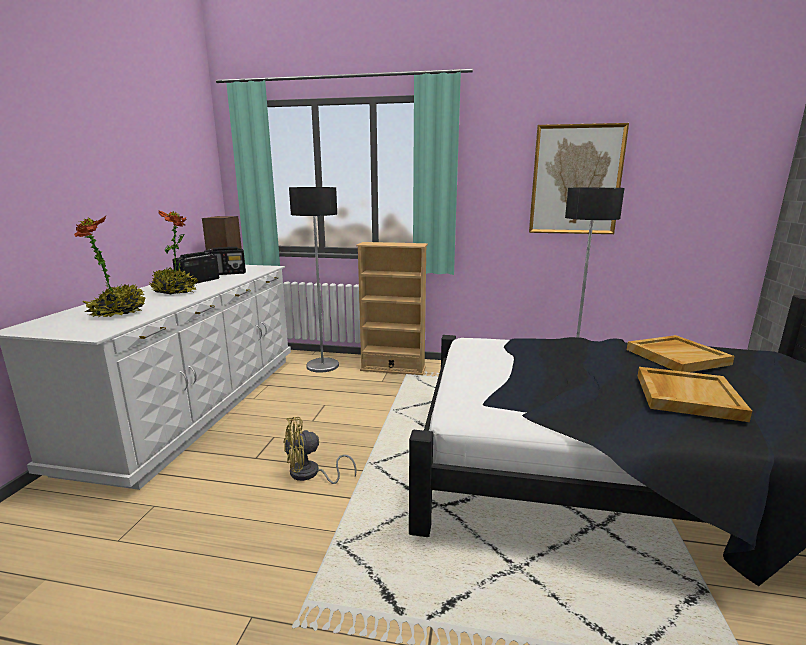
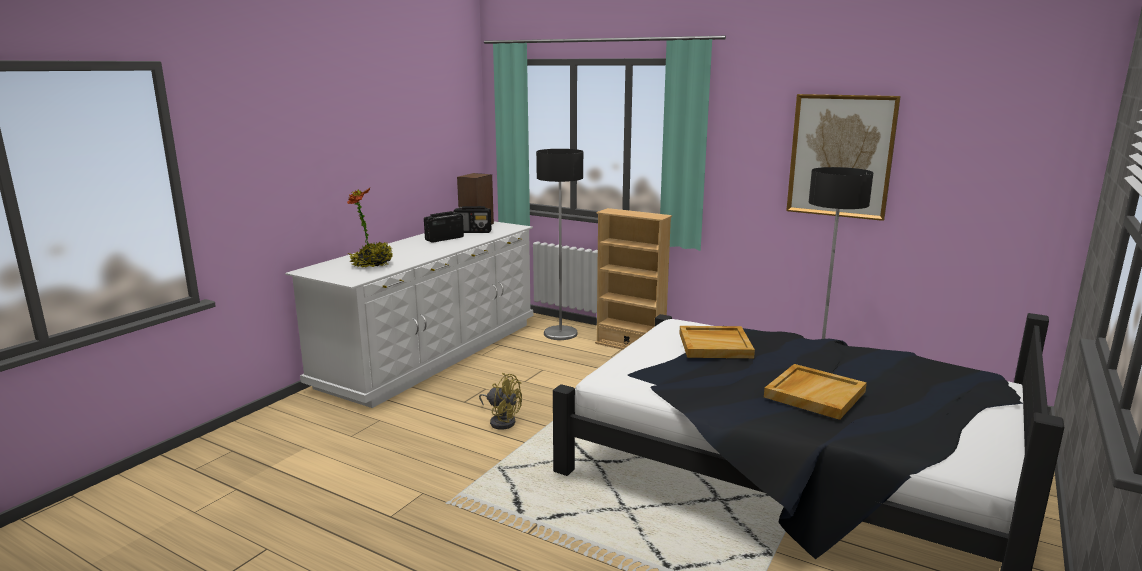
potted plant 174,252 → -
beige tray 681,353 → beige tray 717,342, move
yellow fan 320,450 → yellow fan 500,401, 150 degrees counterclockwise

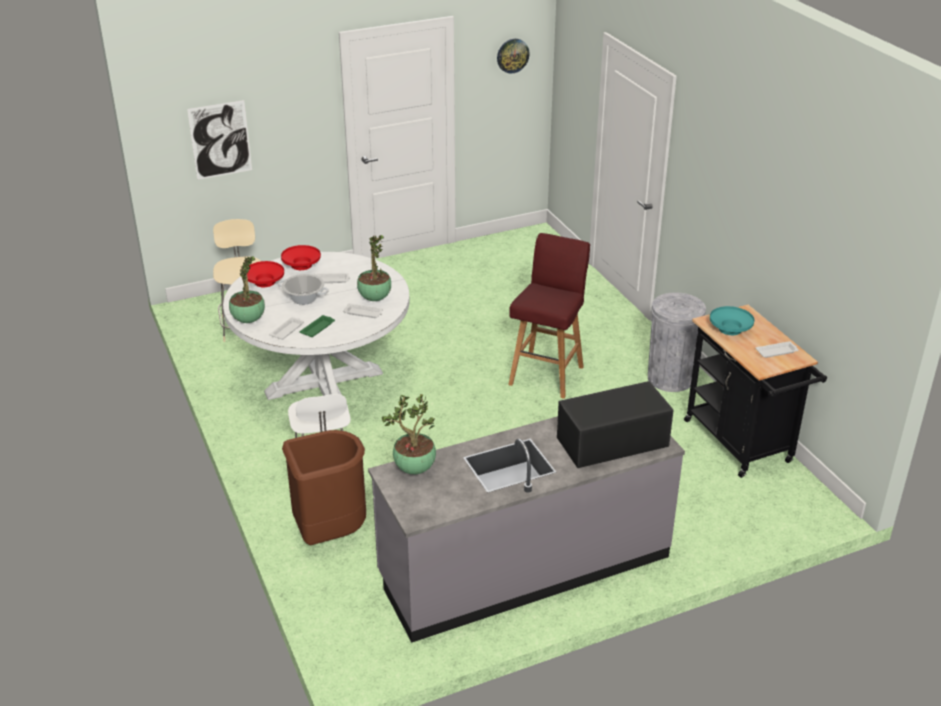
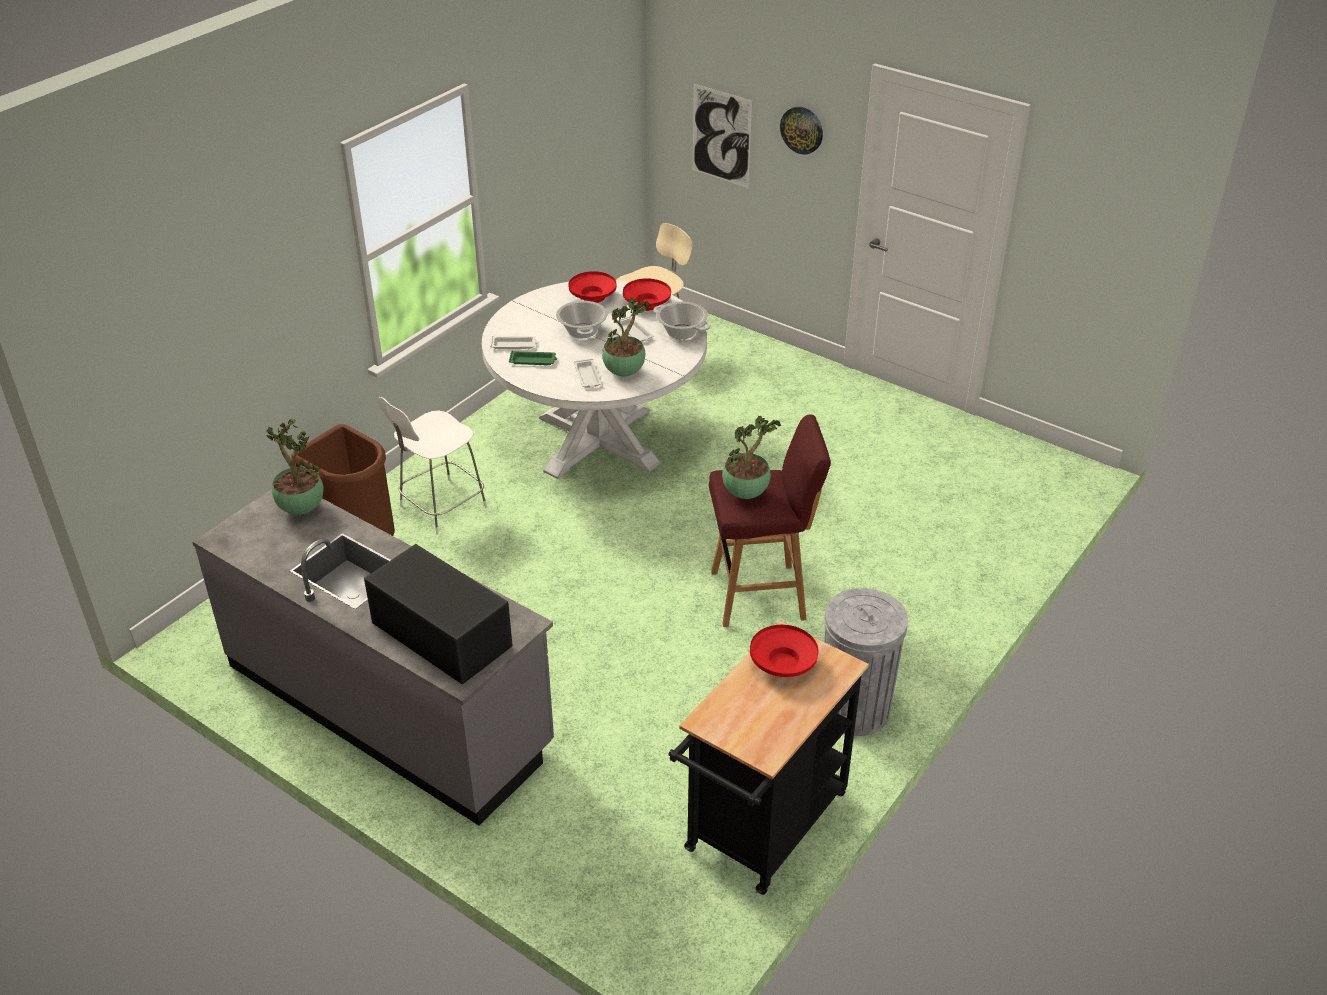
white tray 777,349 → -
- → cooking pot 682,320
potted plant 247,289 → potted plant 751,457, move
wall clock 513,56 → wall clock 801,130, move
turquoise bowl 732,320 → red bowl 784,651

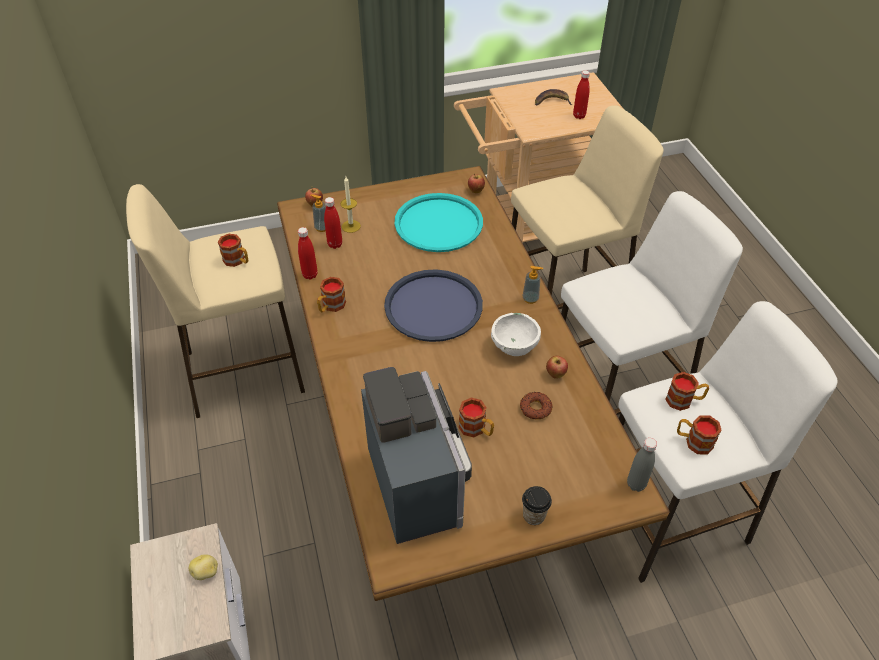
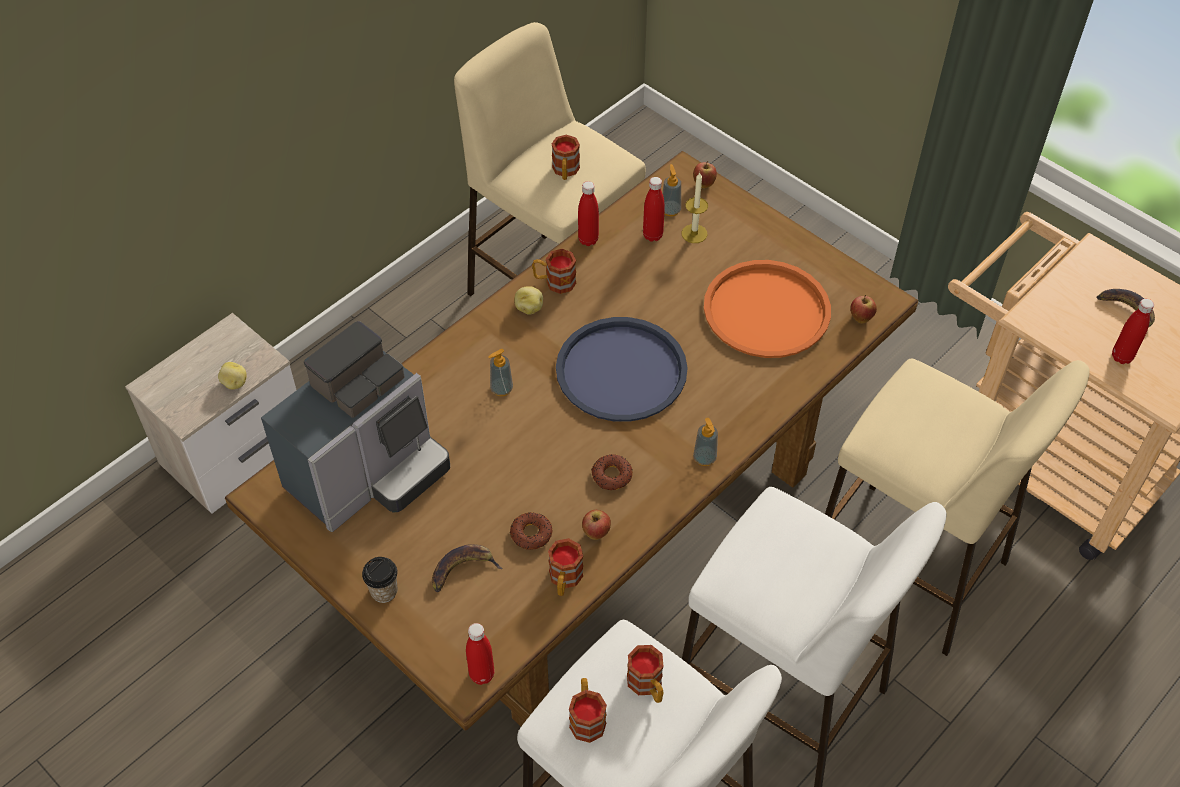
- → banana 467,568
- → soap dispenser 500,372
- → potato 528,301
mug 476,418 → mug 565,567, move
white bowl 516,334 → donut 612,472
turquoise tray 438,222 → orange tray 767,309
grey bottle 642,465 → red bottle 480,654

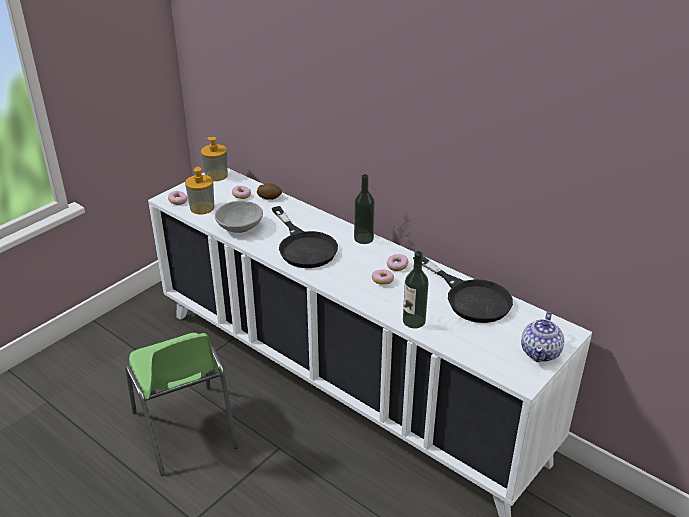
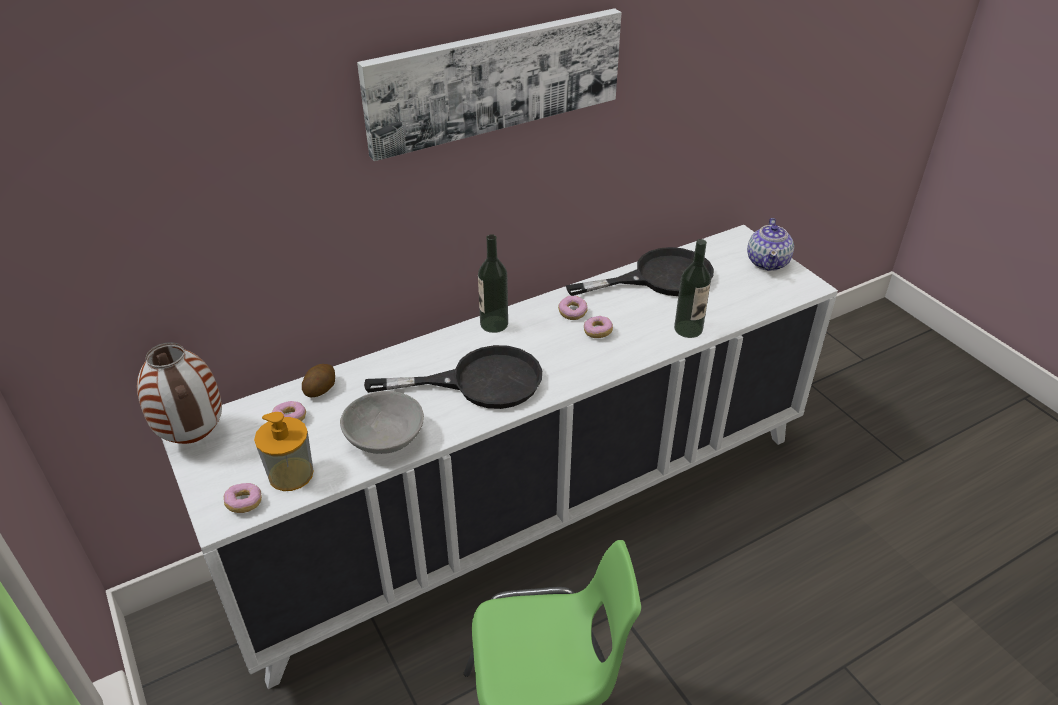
- → picture 489,84
soap dispenser 214,159 → vase 179,393
teapot 542,337 → teapot 770,244, 60 degrees clockwise

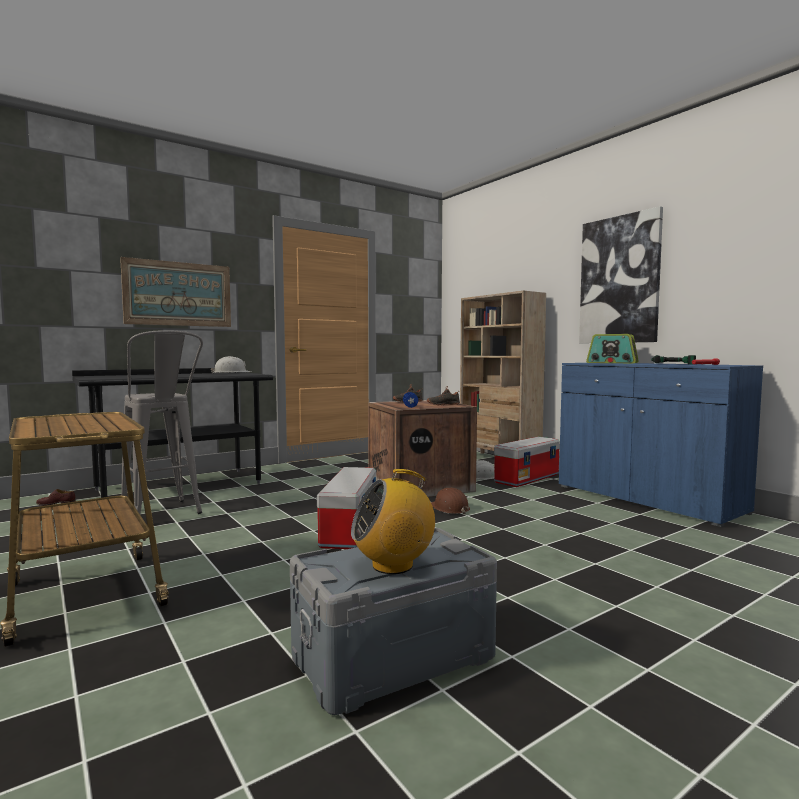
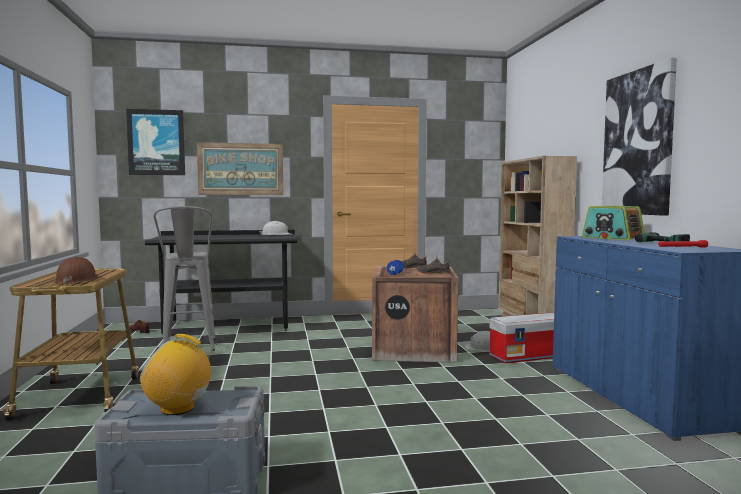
storage box 346,508 → -
- → picture 155,142
brown hard hat 450,501 → brown hard hat 76,271, move

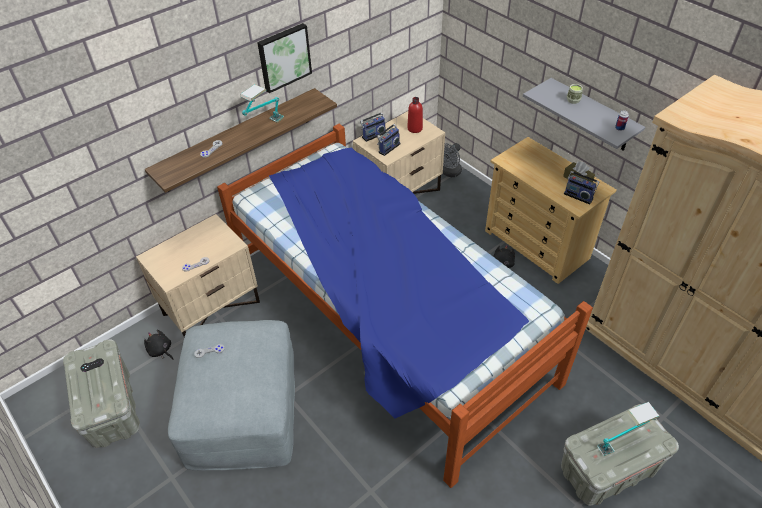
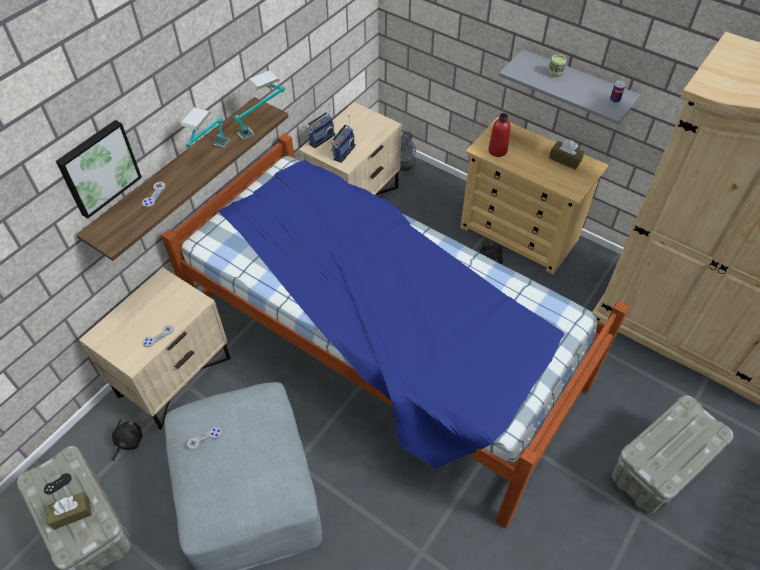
radio 581,187 → -
- → brown tissue box 68,511
picture 284,58 → picture 99,169, move
red bottle 415,115 → red bottle 499,135, move
table lamp 628,429 → table lamp 259,105, move
black plush toy 159,344 → black plush toy 127,440, 90 degrees clockwise

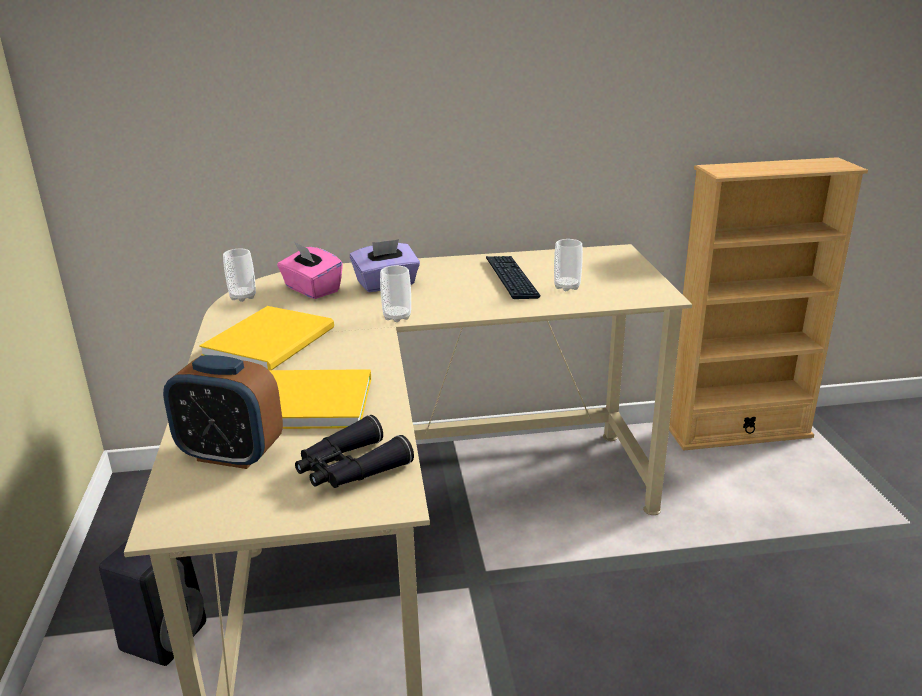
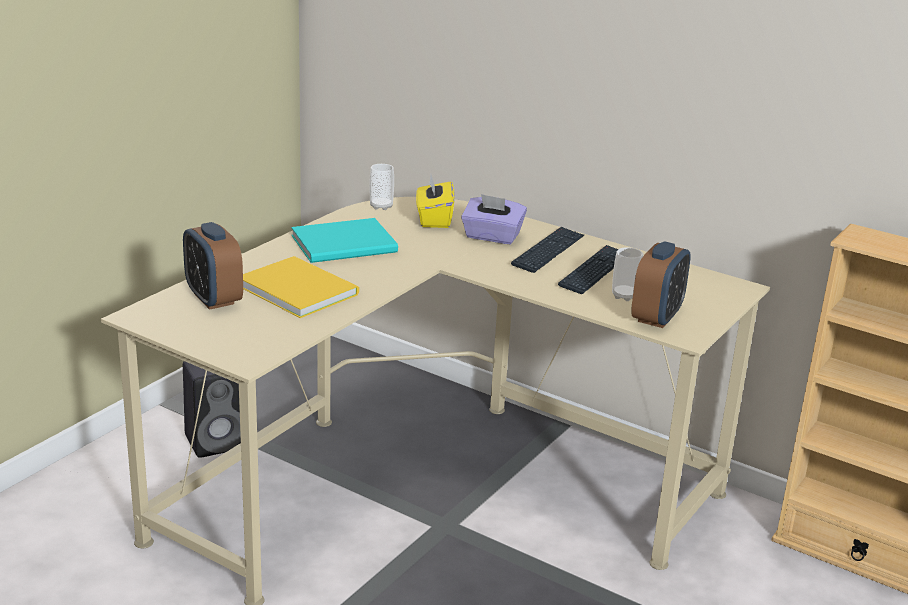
black binoculars 354,451 → -
cup 395,294 → -
- → keyboard 547,250
- → alarm clock 661,284
yellow book 266,338 → turquoise book 344,240
pink tissue box 310,270 → yellow tissue box 435,201

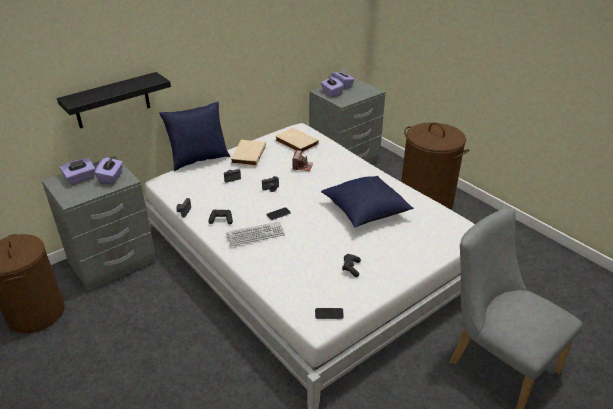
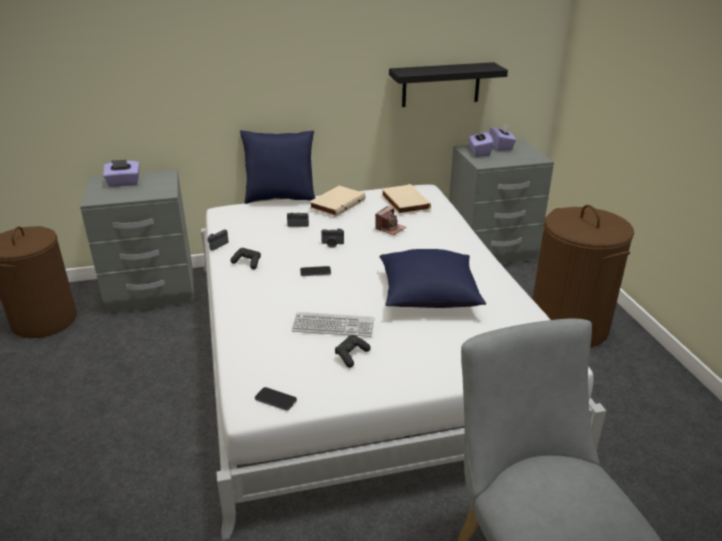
purple tissue box 109,170 → -
black shelf 114,100 → black shelf 448,84, move
keyboard 255,233 → keyboard 333,324, move

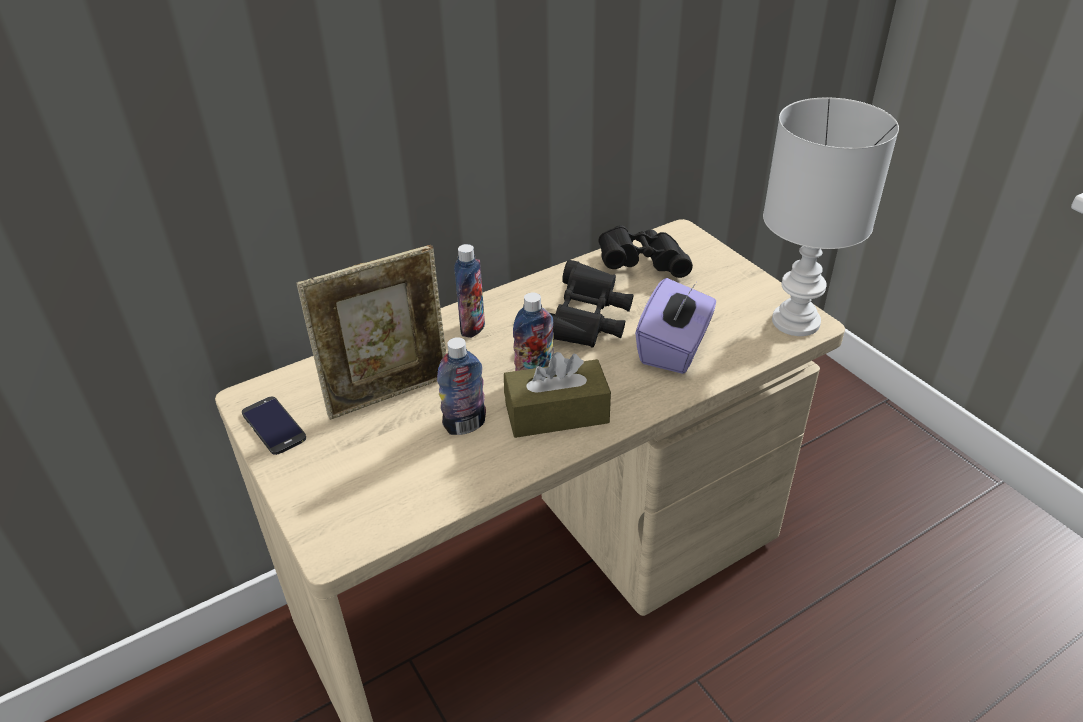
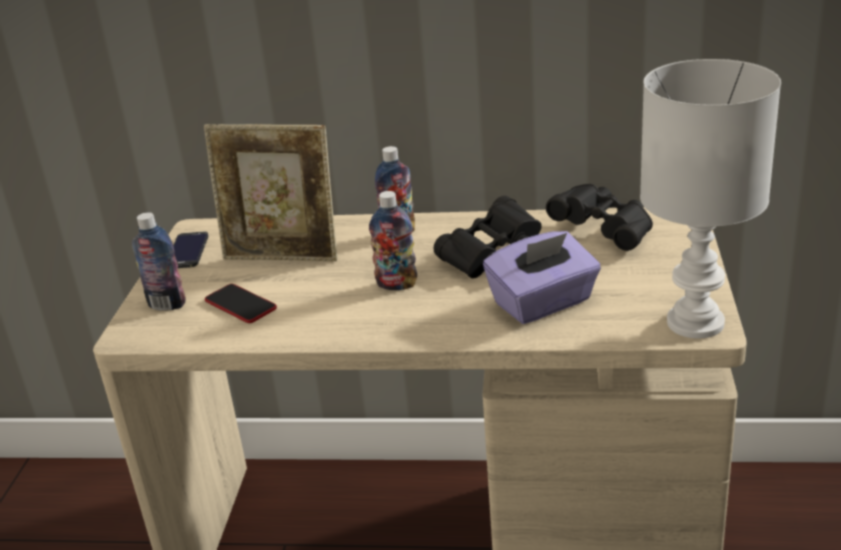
brown tissue box 557,395 → -
- → phone 241,303
bottle 461,386 → bottle 158,261, move

